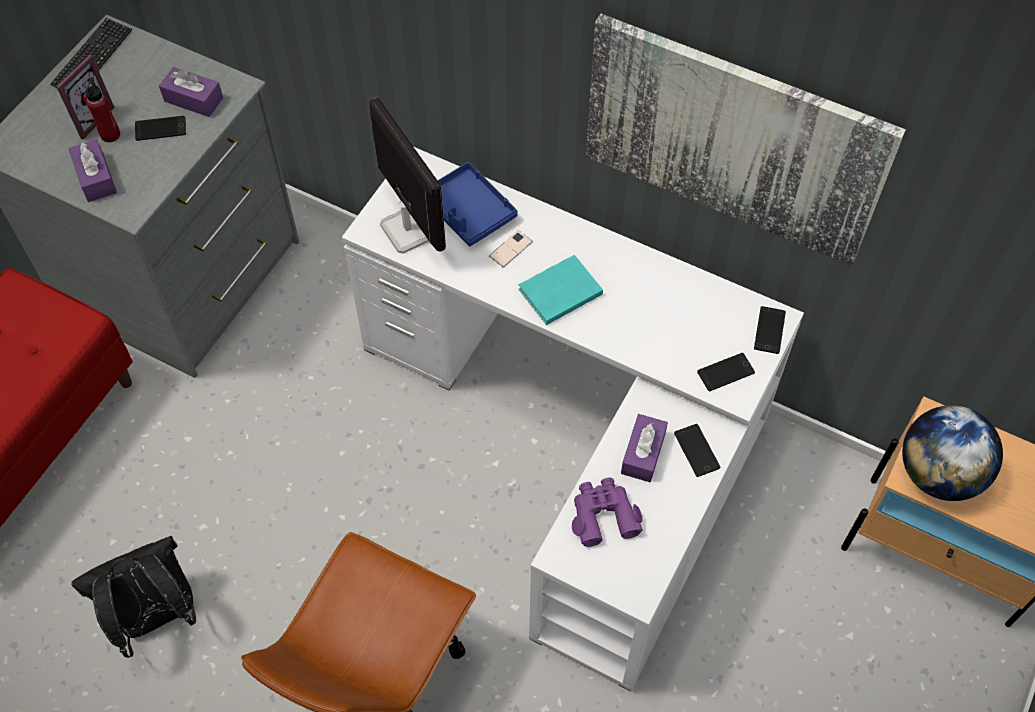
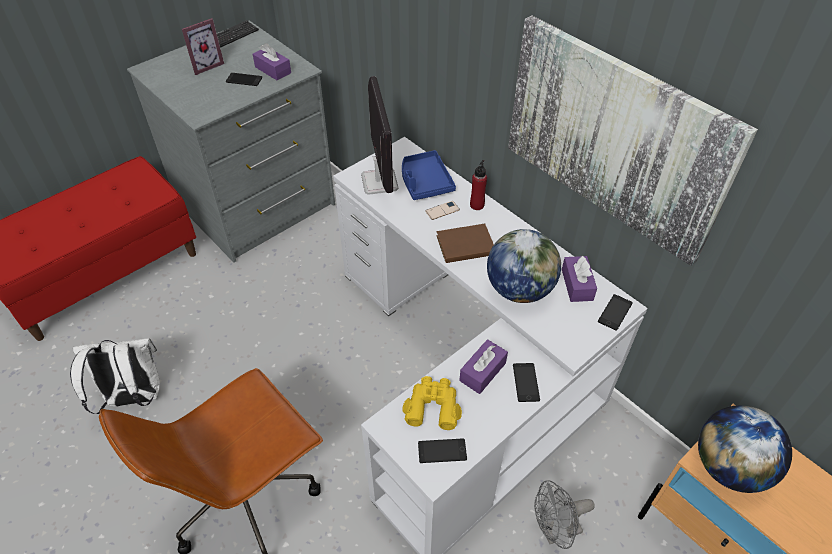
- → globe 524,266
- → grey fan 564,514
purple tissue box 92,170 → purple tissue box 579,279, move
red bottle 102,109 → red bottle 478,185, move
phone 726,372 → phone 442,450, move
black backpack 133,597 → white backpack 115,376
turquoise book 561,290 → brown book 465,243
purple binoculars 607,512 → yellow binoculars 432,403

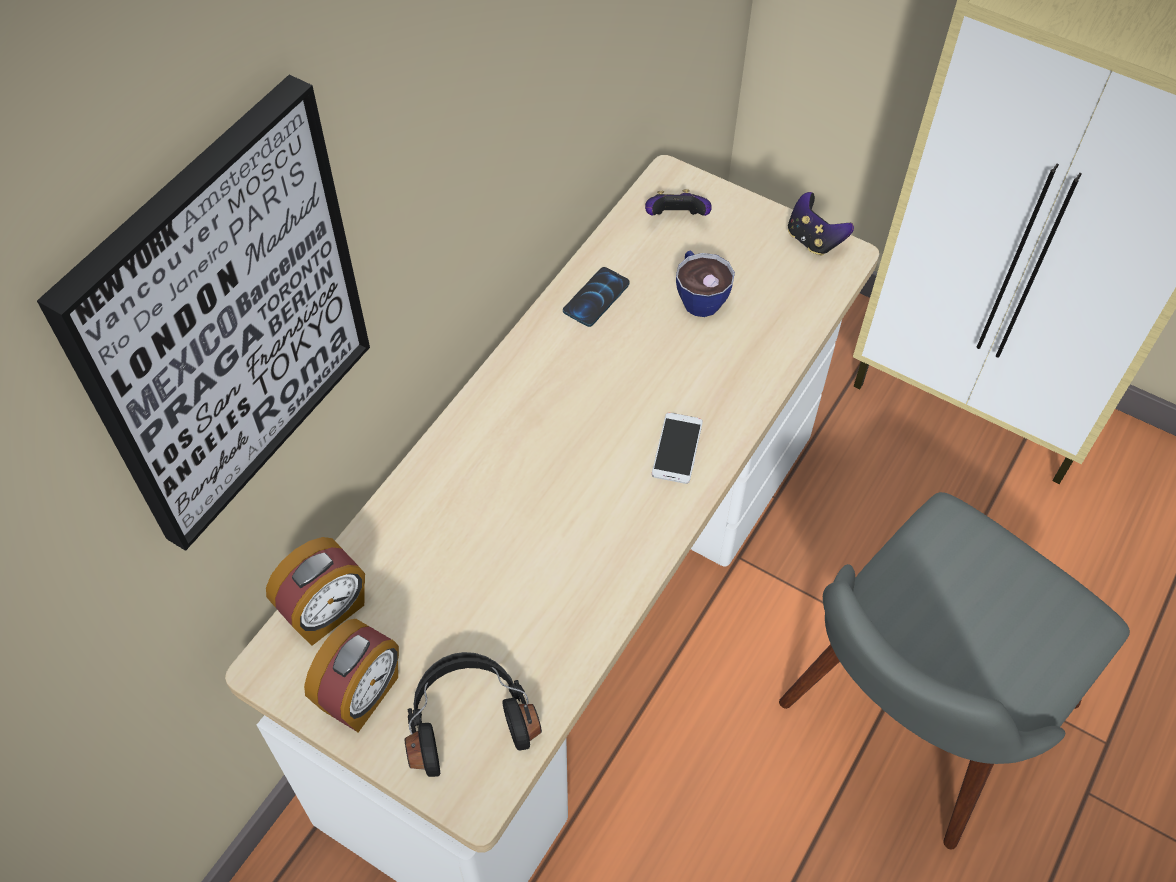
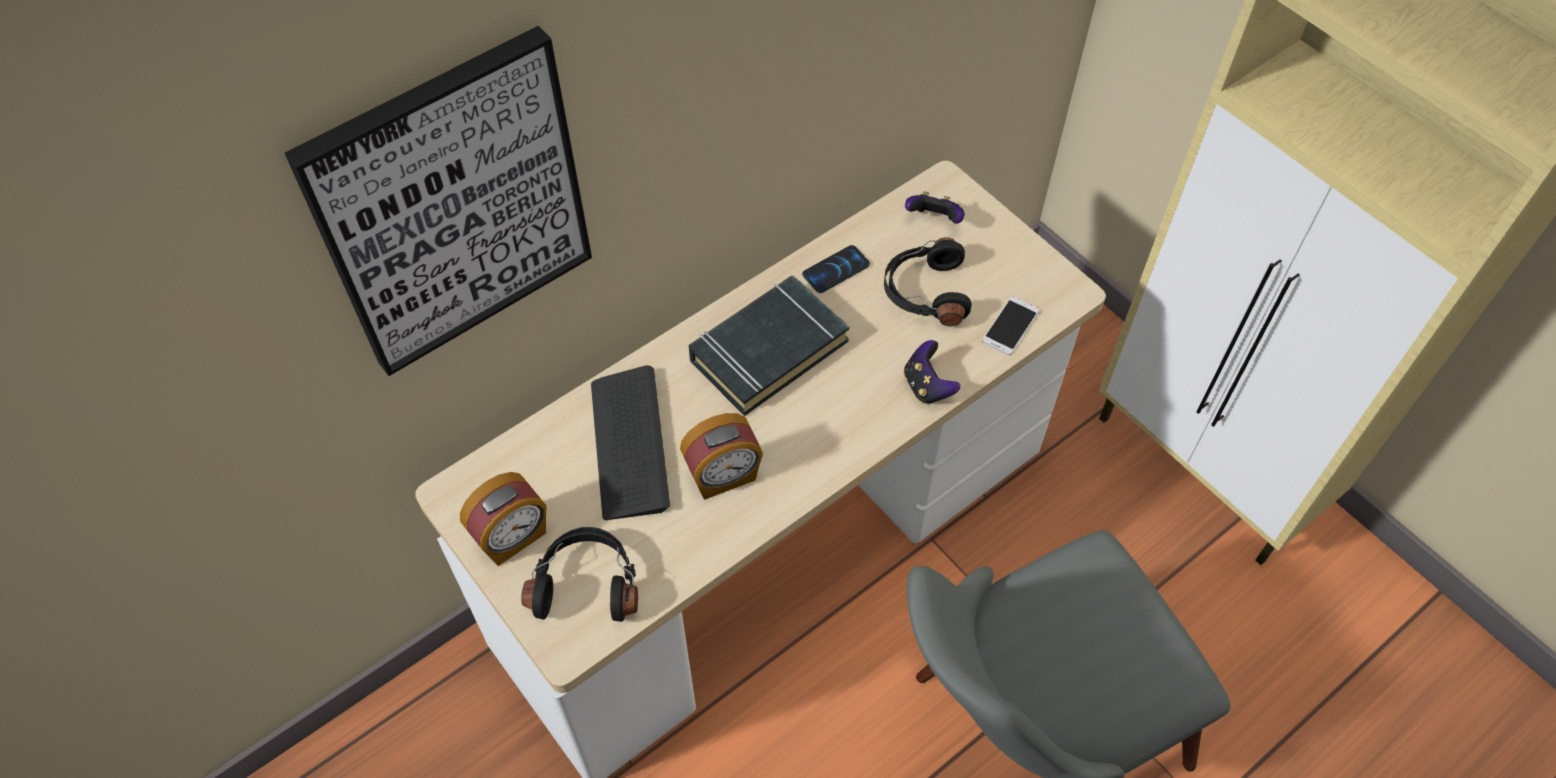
- → keyboard 630,442
- → black book 769,346
alarm clock 315,591 → alarm clock 721,456, move
phone 677,448 → phone 1011,325, move
game controller 821,224 → game controller 932,372, move
cup 705,283 → black headphones 928,281

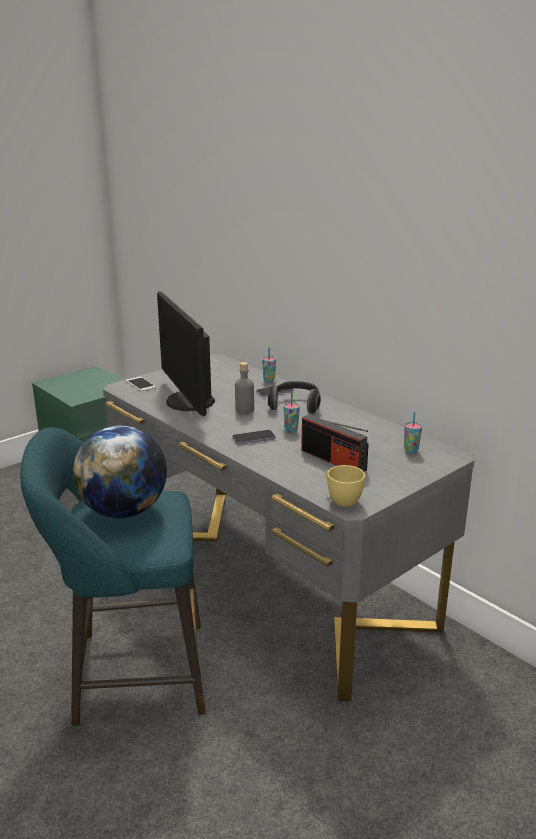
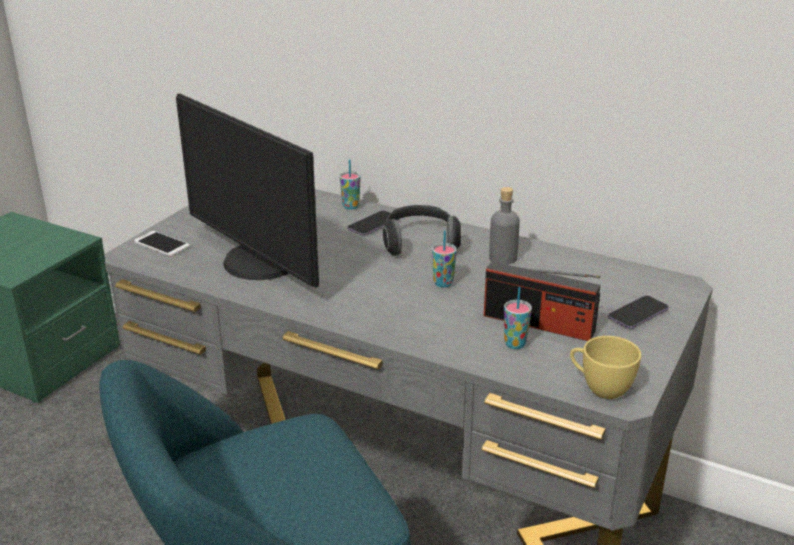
globe 120,472 → -
phone 254,437 → phone 638,312, move
grey bottle 244,388 → grey bottle 504,226, move
cup 413,432 → cup 518,318, move

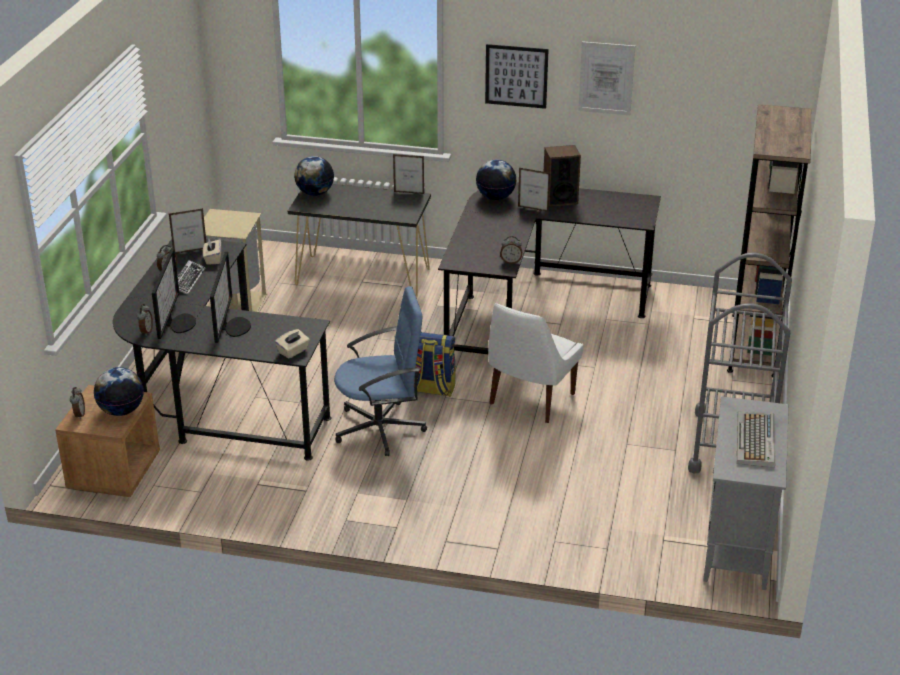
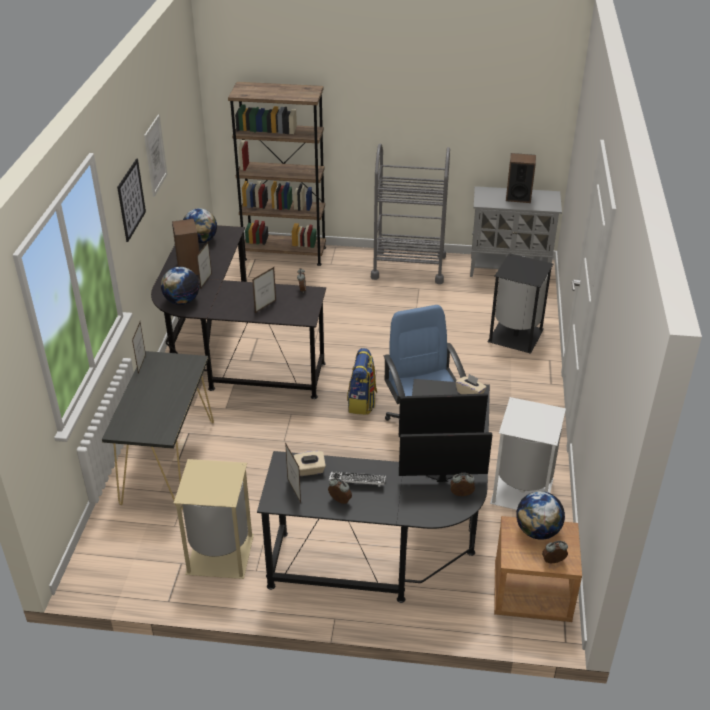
white chair 535,363 → -
- → picture frame 264,290
- → black trash can 520,303
- → white trash can 528,453
globe 314,176 → globe 200,225, move
keyboard 756,440 → speaker 521,178

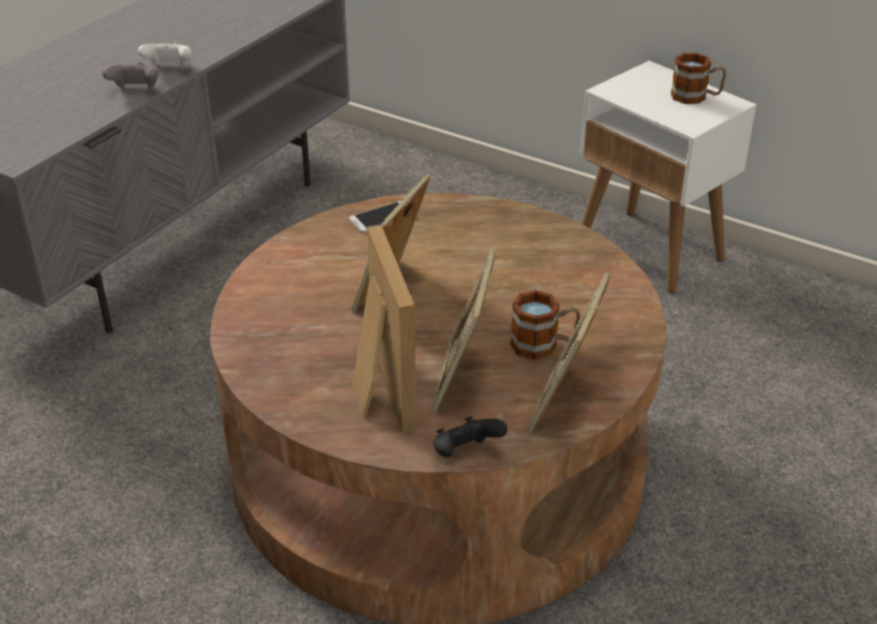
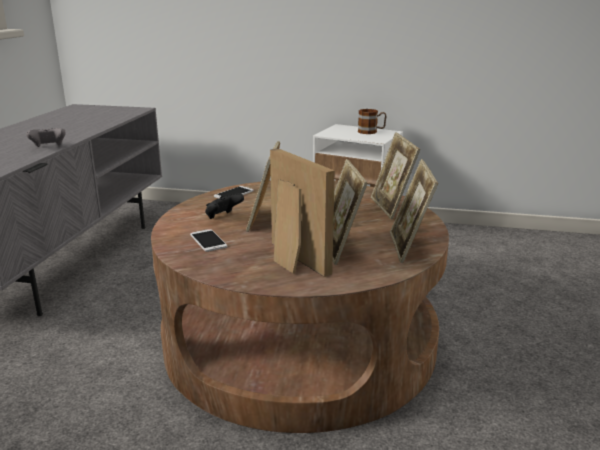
white game controller 165,54 → -
mug 545,325 → -
- → phone 208,240
- → picture frame 395,176
black game controller 470,436 → black game controller 224,206, move

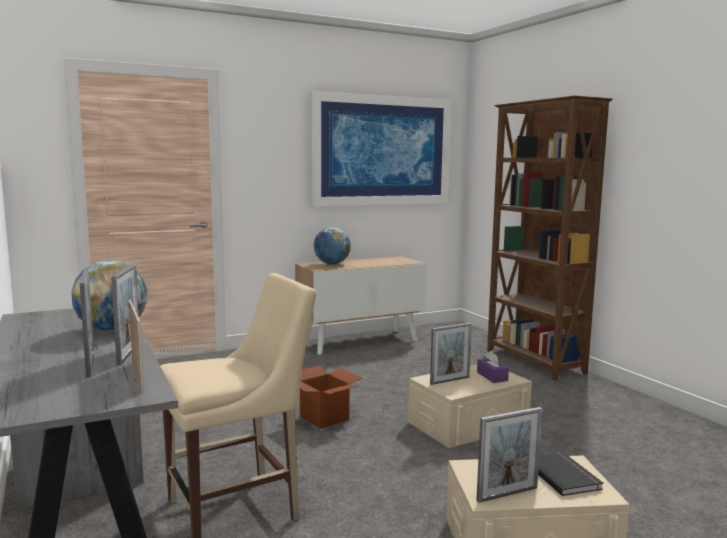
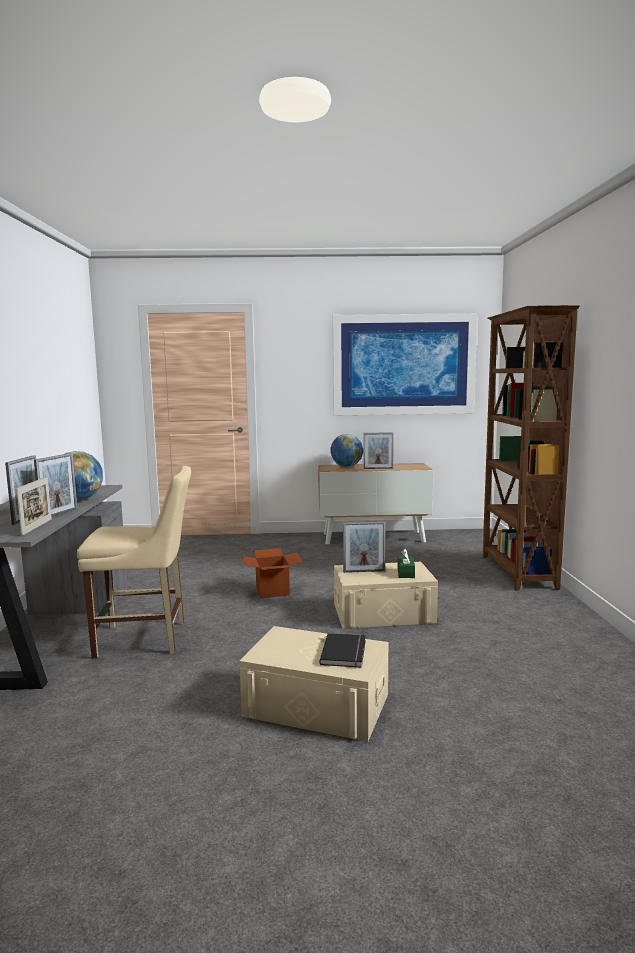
picture frame 509,455 → picture frame 378,450, move
purple tissue box 493,366 → green tissue box 406,563

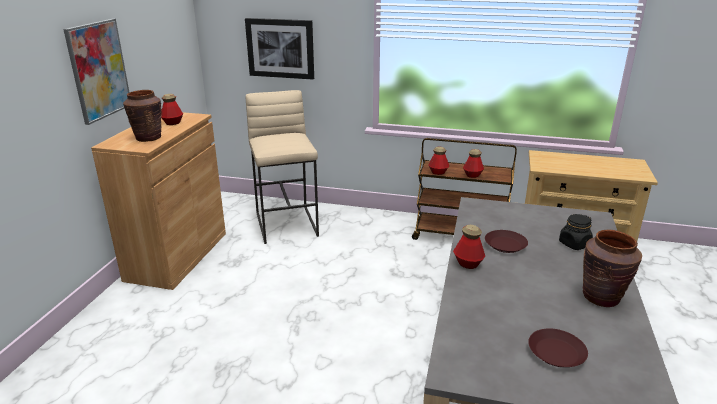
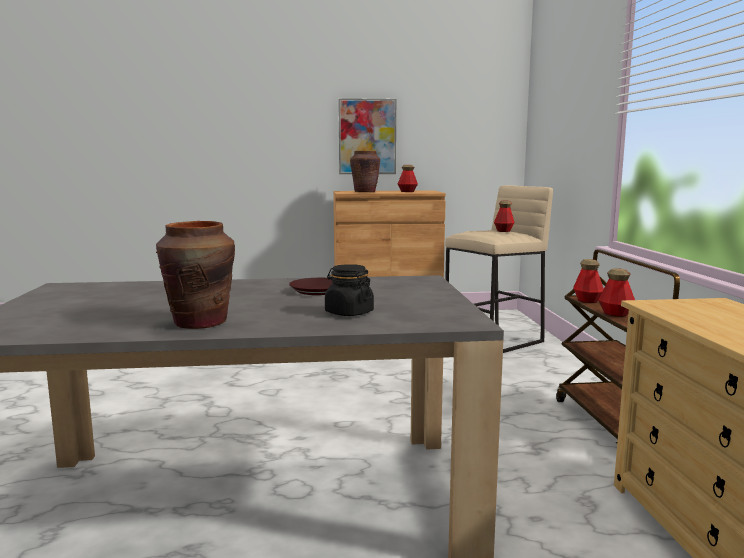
picture 279,49 → -
brown plate 558,348 → -
bottle 469,247 → bottle 504,216, move

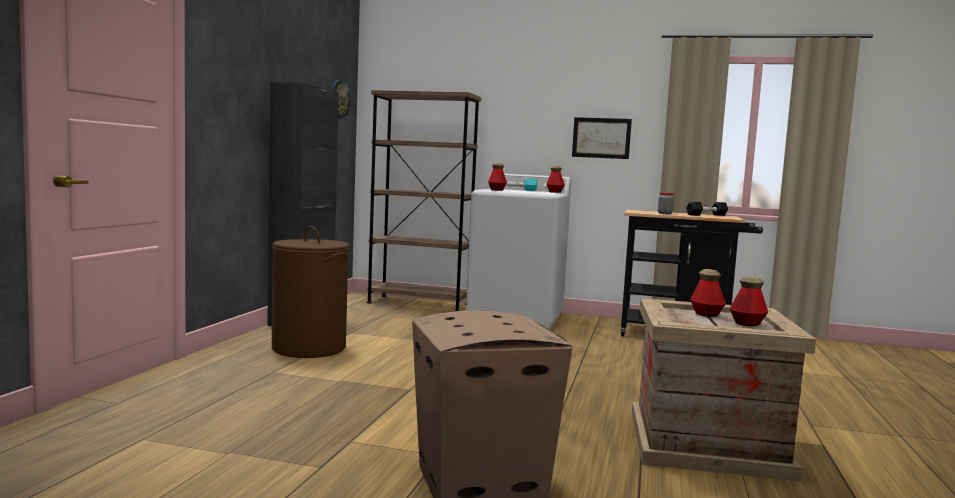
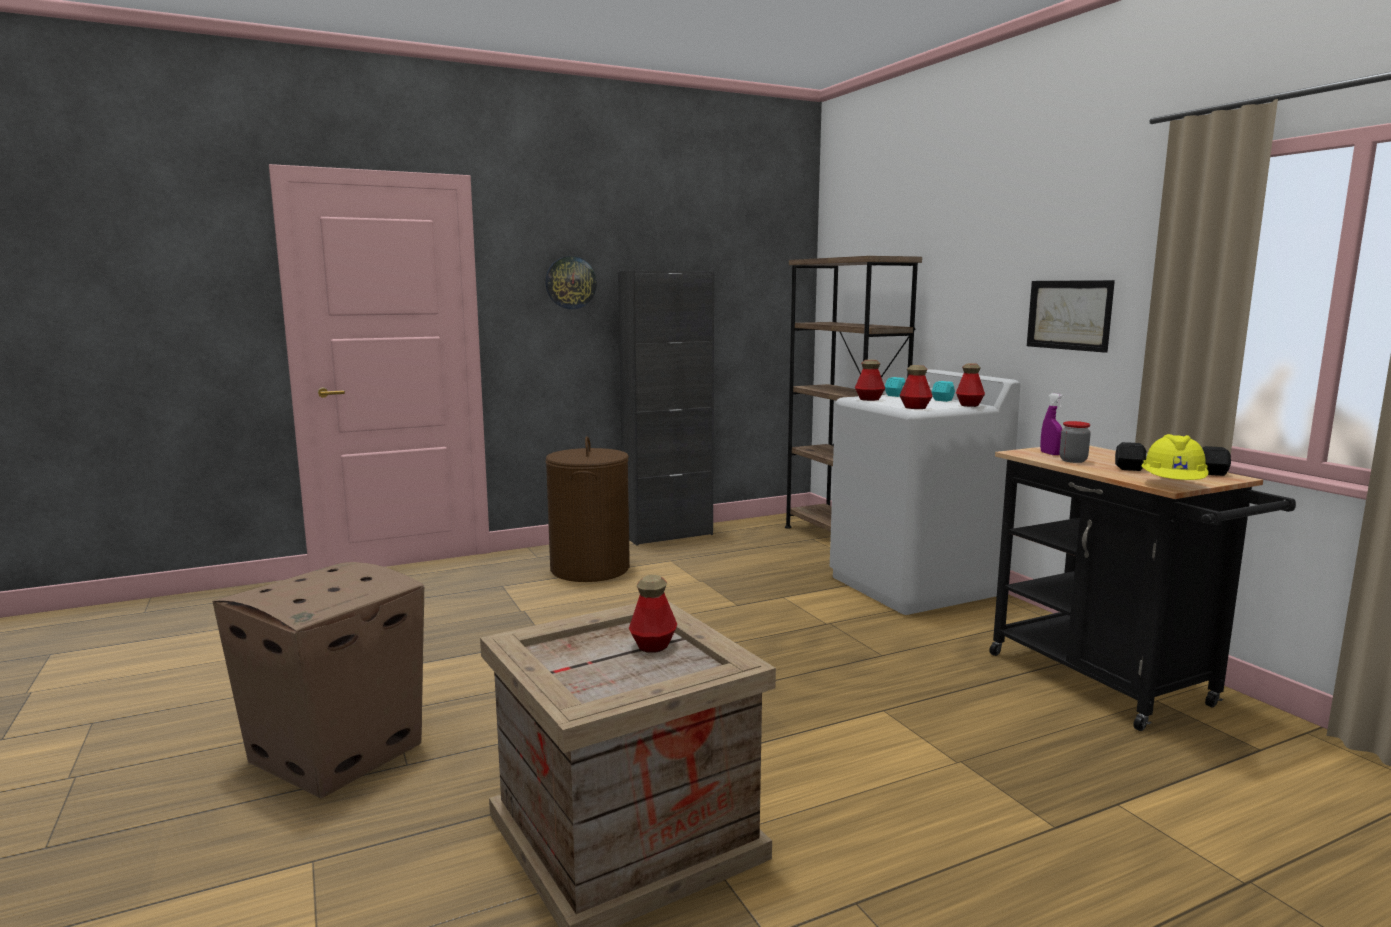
- → purple spray bottle 1052,424
- → yellow hard hat 1175,457
wall clock 340,99 → wall clock 571,282, move
bottle 748,301 → bottle 916,387, move

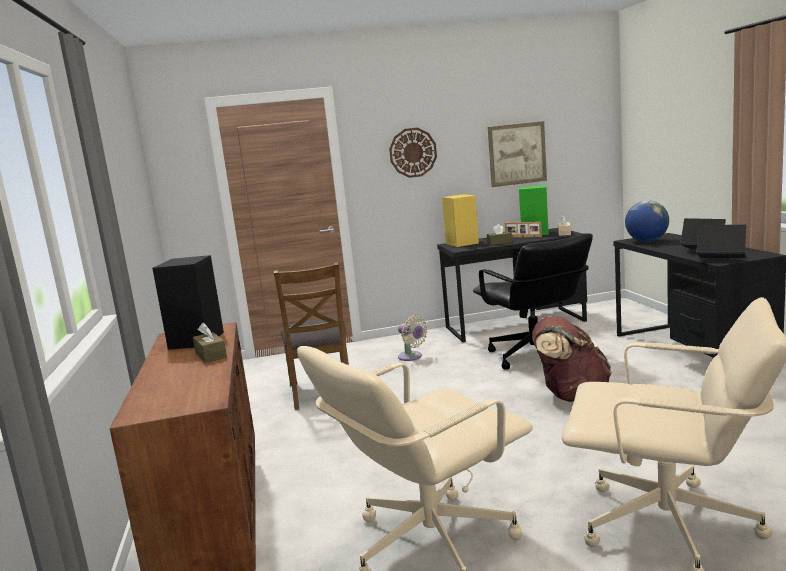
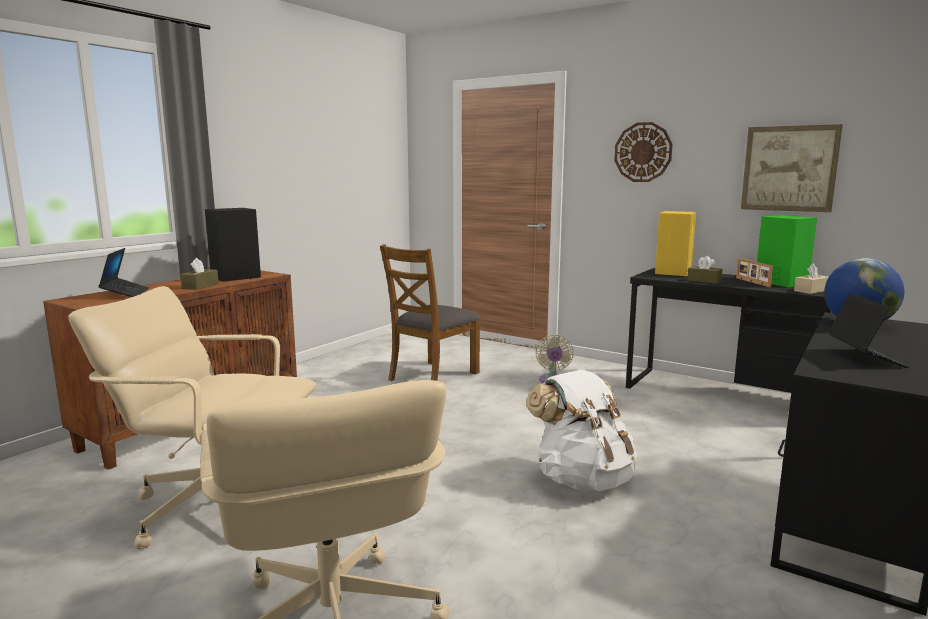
black office chair 533,301 → -
laptop 722,241 → laptop 123,272, move
brown backpack 572,359 → white backpack 581,430

